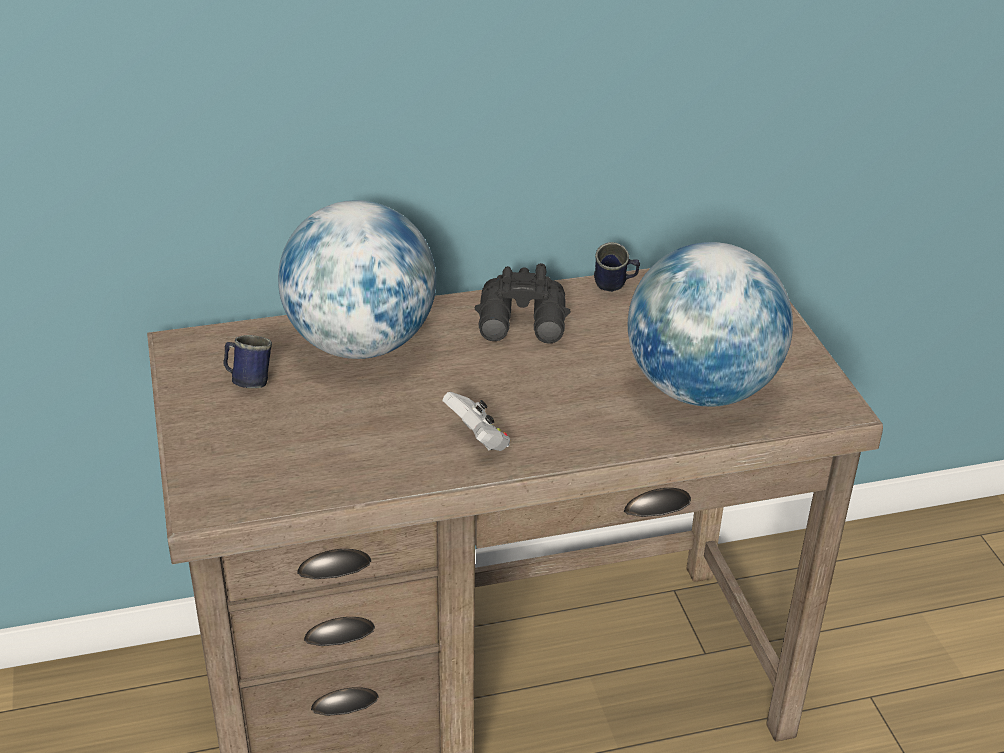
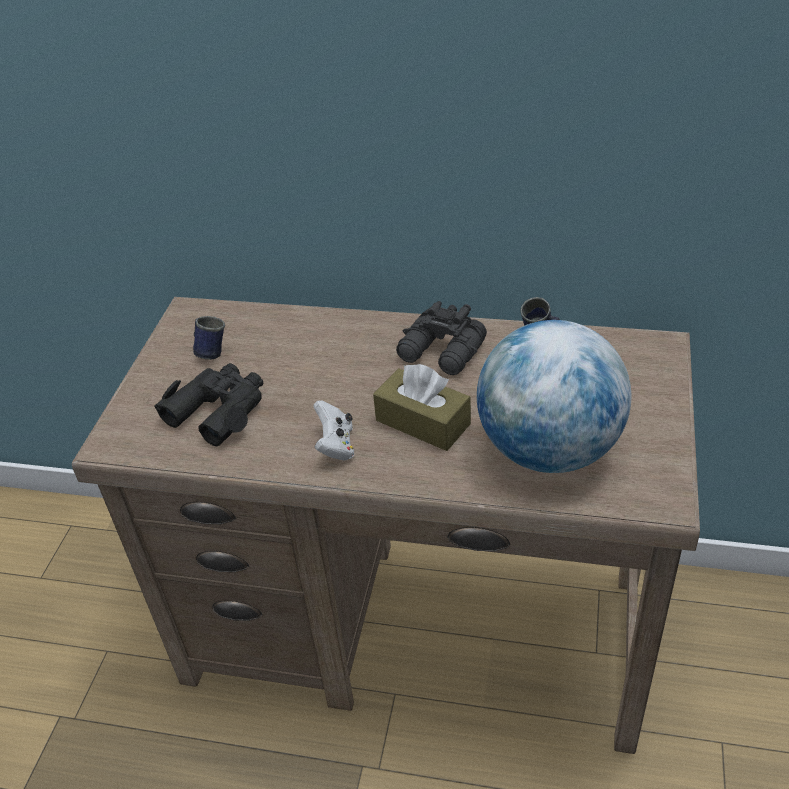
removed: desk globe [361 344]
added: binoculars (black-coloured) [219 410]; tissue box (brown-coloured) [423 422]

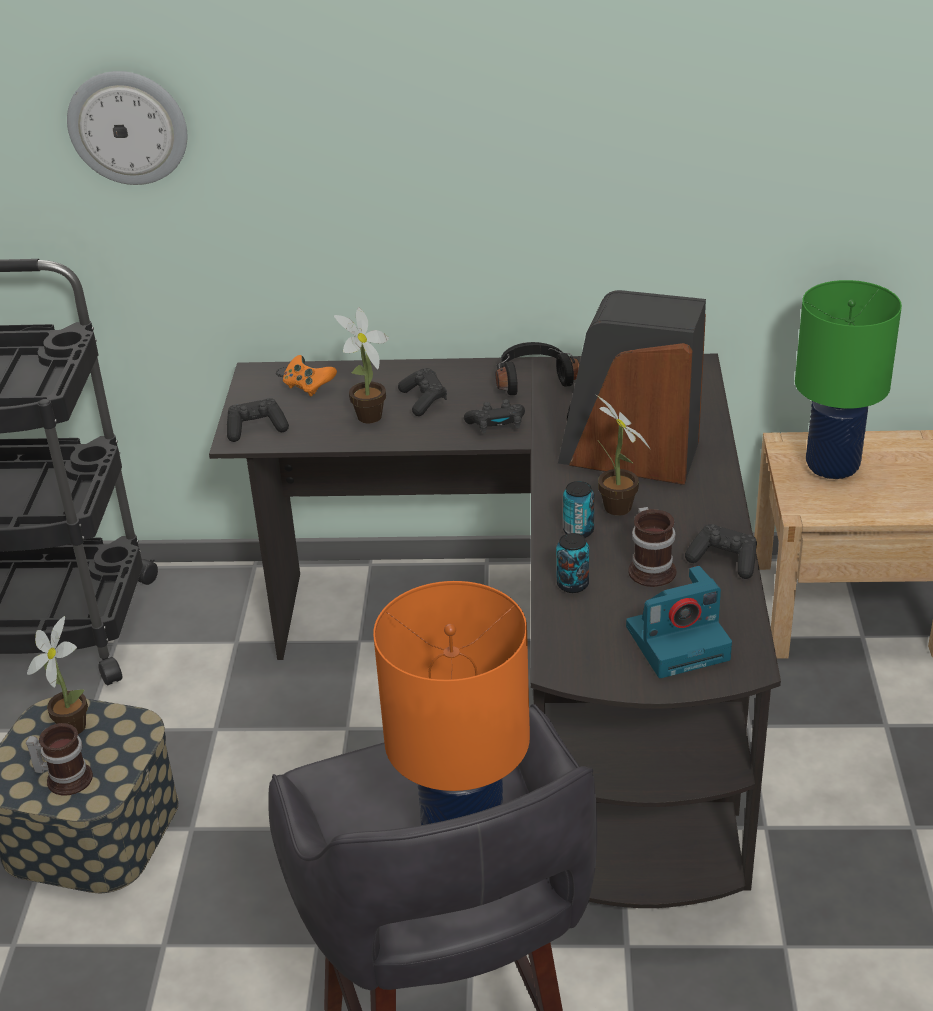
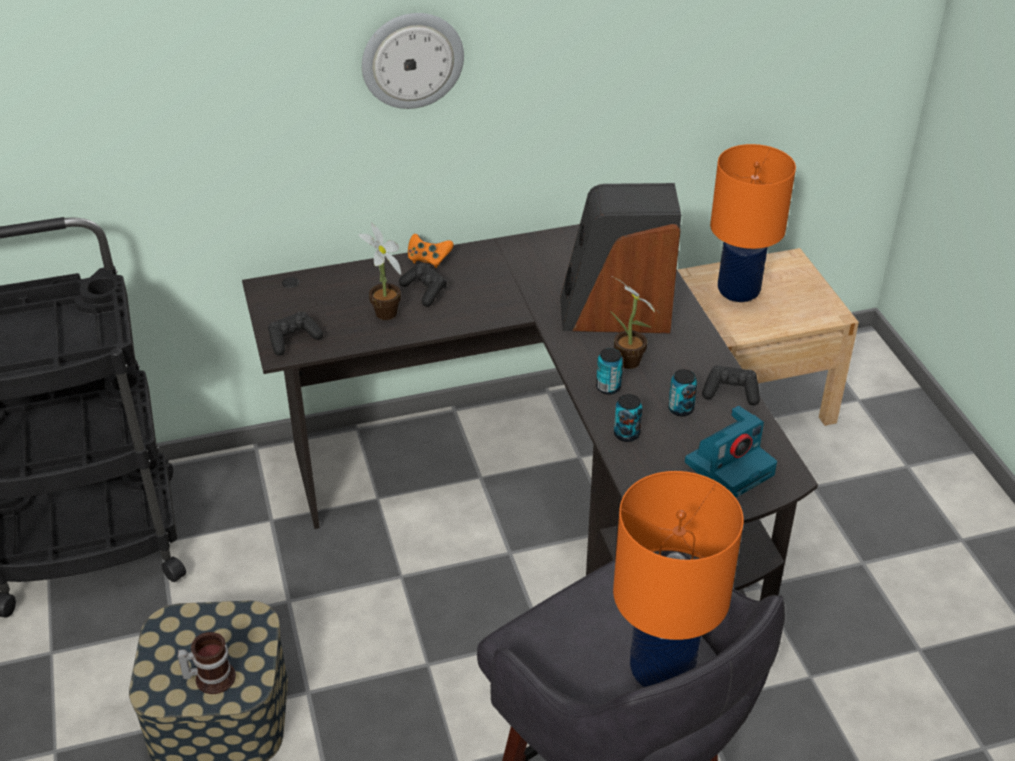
removed: plant in a pot [72 724]; gamepad (black-coloured) [497 426]; headphones (black-coloured) [533 378]
moved: wall clock [128 127] to [412 60]; gamepad (orange-coloured) [308 386] to [428 259]
replaced: coffee mug [652 568] to can [680 409]
recoloured: lamp for a table (greenish) [831 469] to lamp for a table (orange-coloured) [737 293]

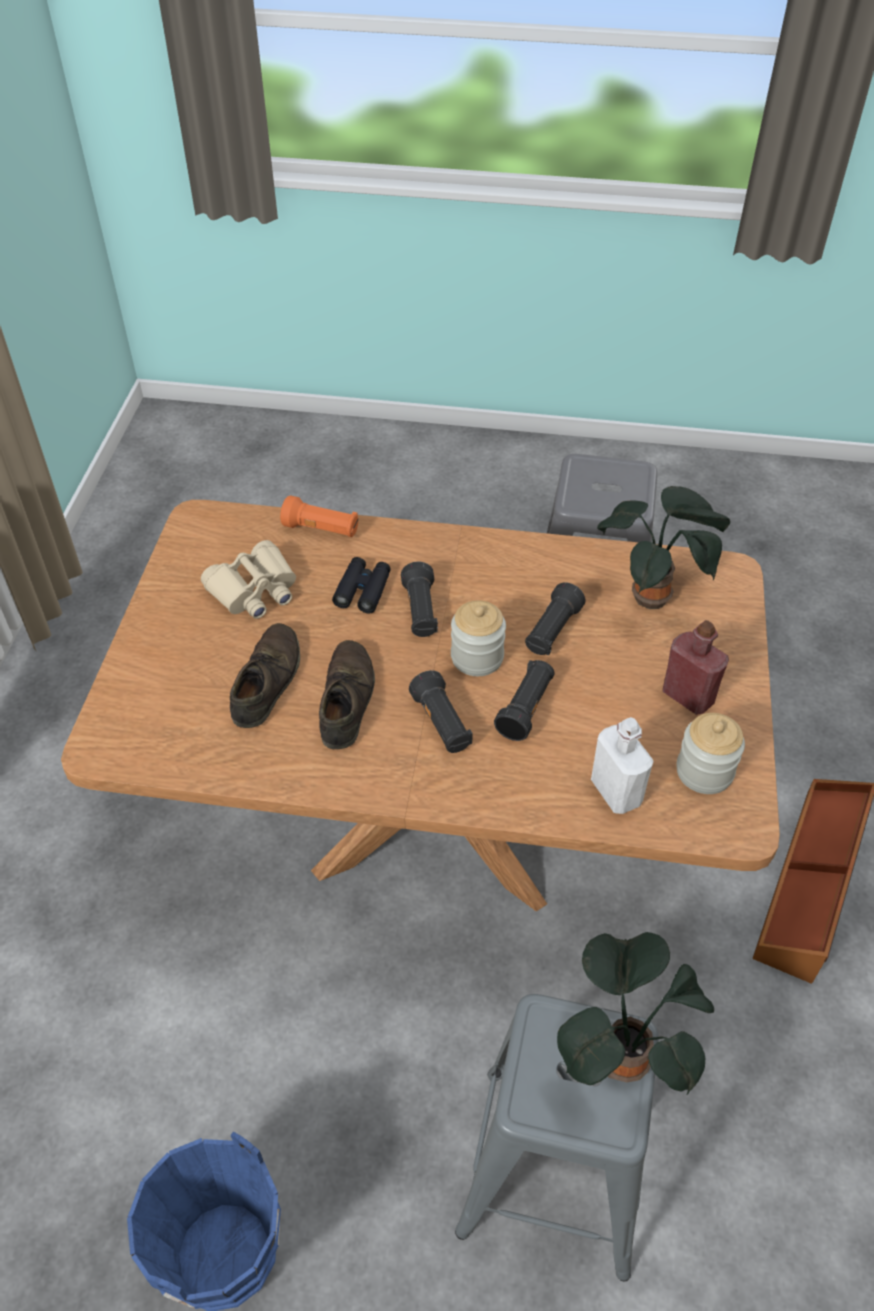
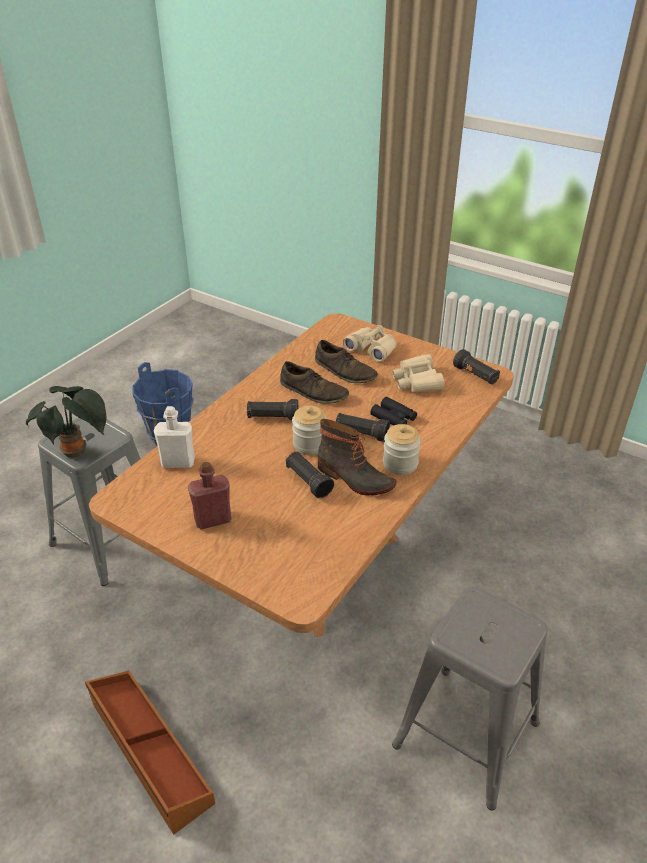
removed: torch (orange-coloured) [322 530]; plant in a pot [654 597]
added: high-top boot [354 479]; binoculars (sand-coloured) [372 349]
moved: torch (black-coloured) [526 709] to [475 376]; storage jar [704 771] to [400 464]

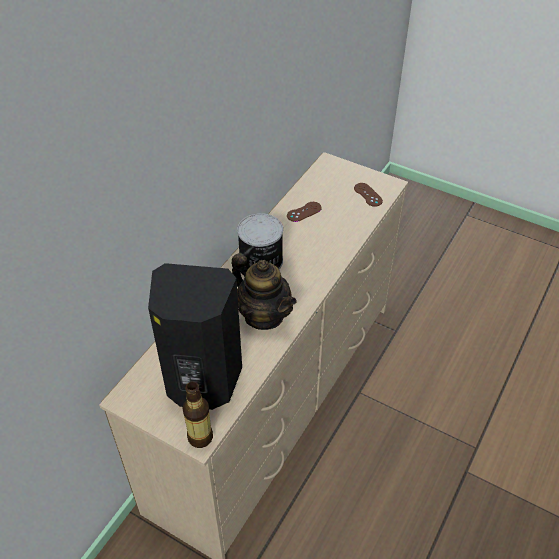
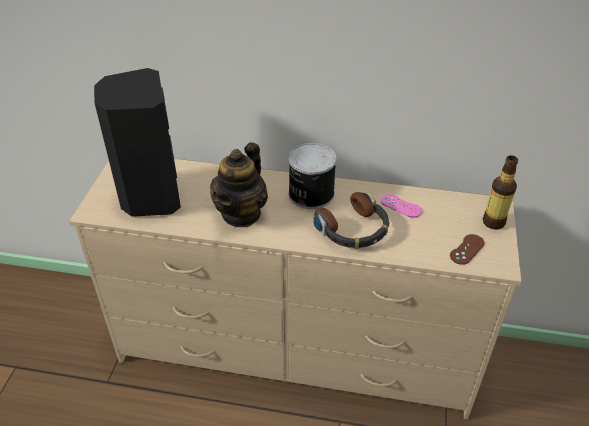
added: headphones [353 229]
moved: bottle [200 437] to [493 222]
recoloured: gamepad (brown-coloured) [304 212] to gamepad (pink-coloured) [401 206]

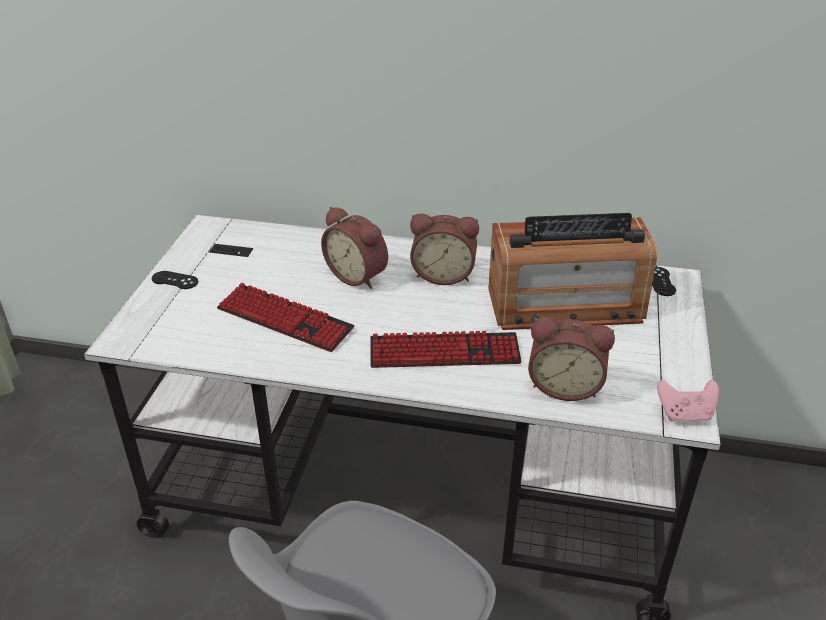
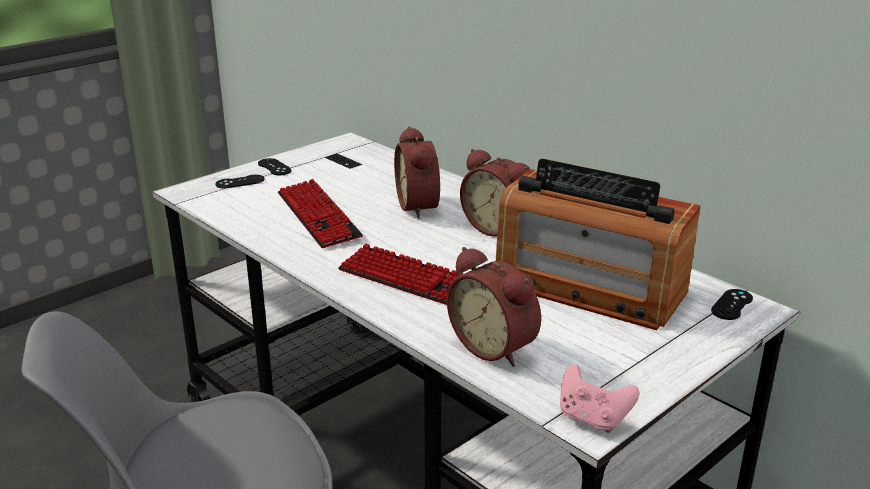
added: gamepad (black-coloured) [240 182]

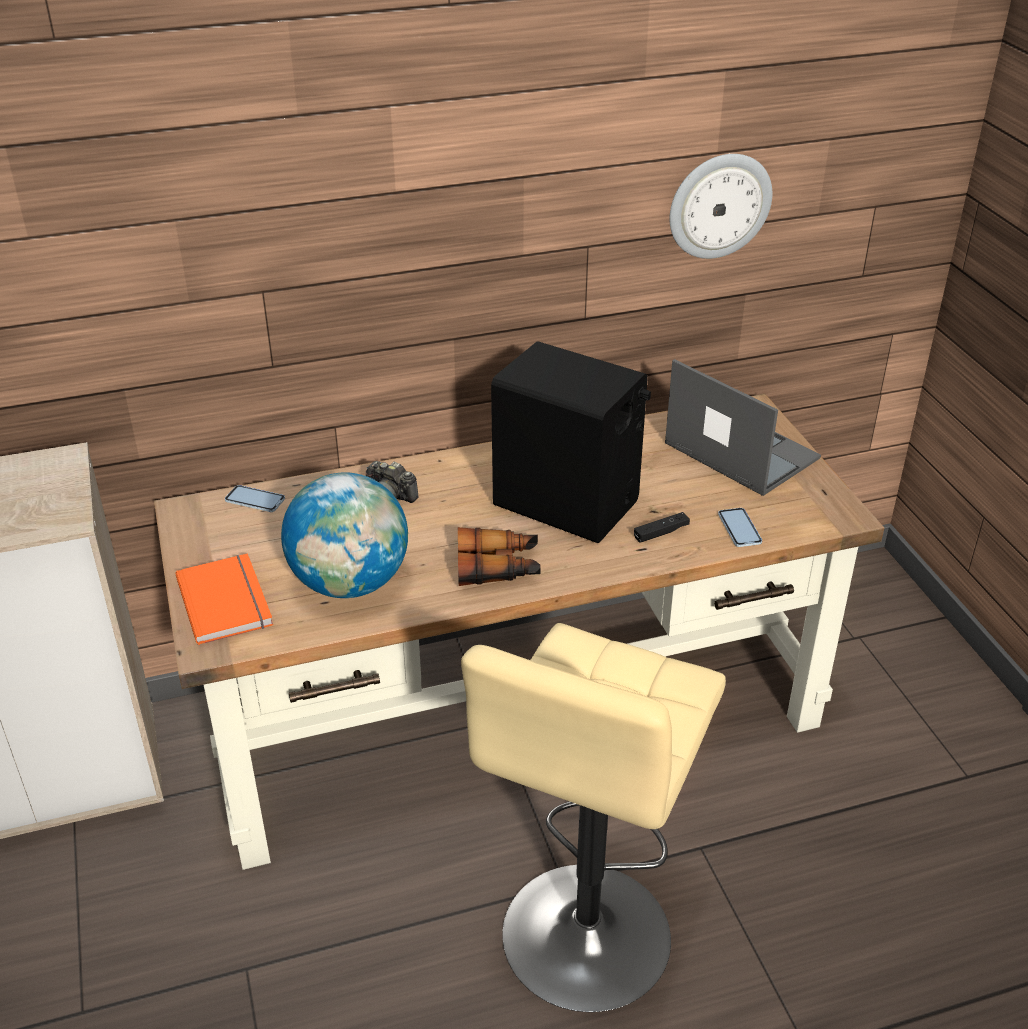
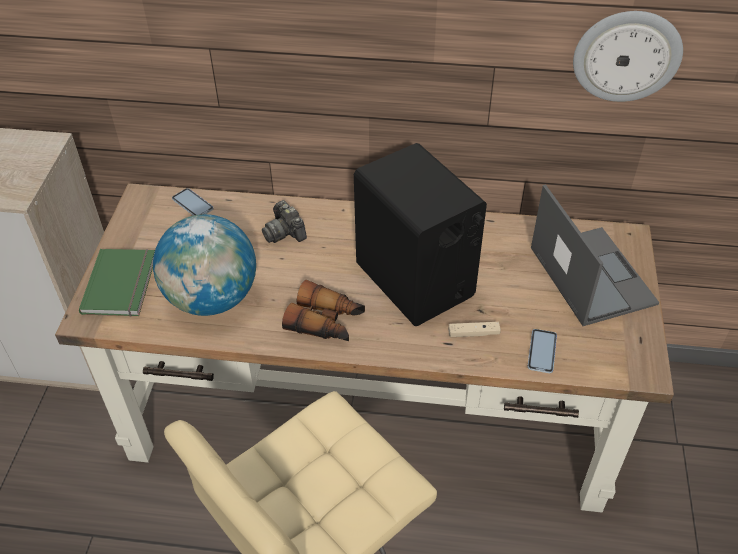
recoloured: bound book (orange-coloured) [227 600] to bound book (greenish) [122 284]; gamepad (black-coloured) [661 533] to gamepad (sand-coloured) [473 333]

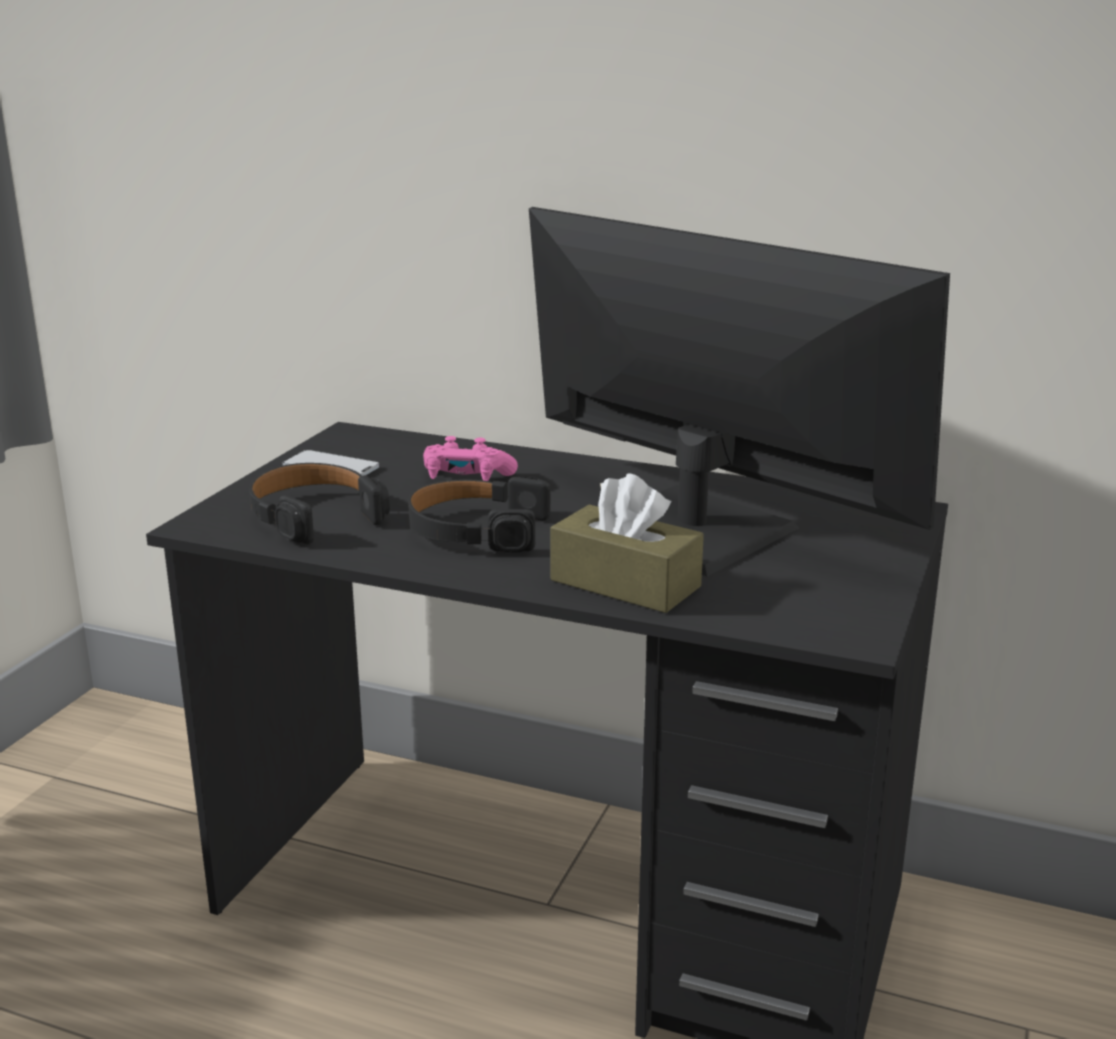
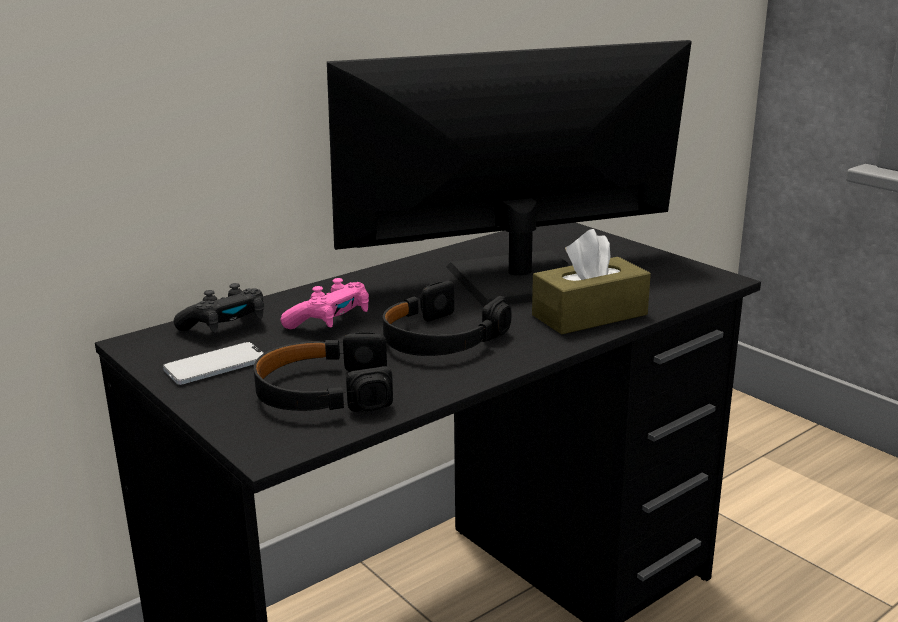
added: gamepad (black-coloured) [226 326]

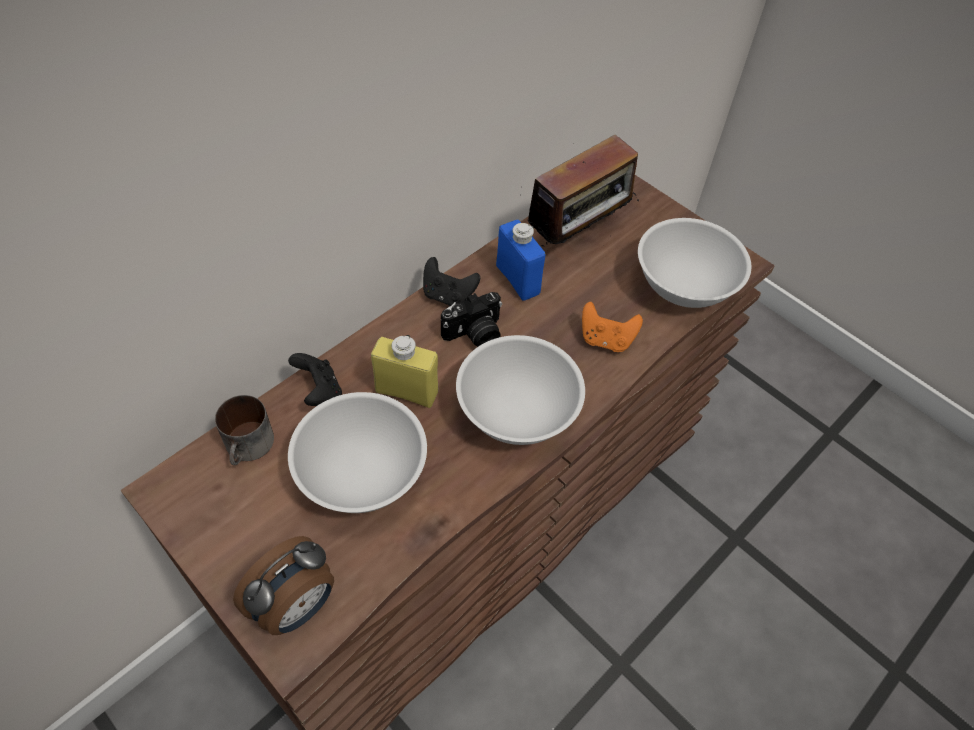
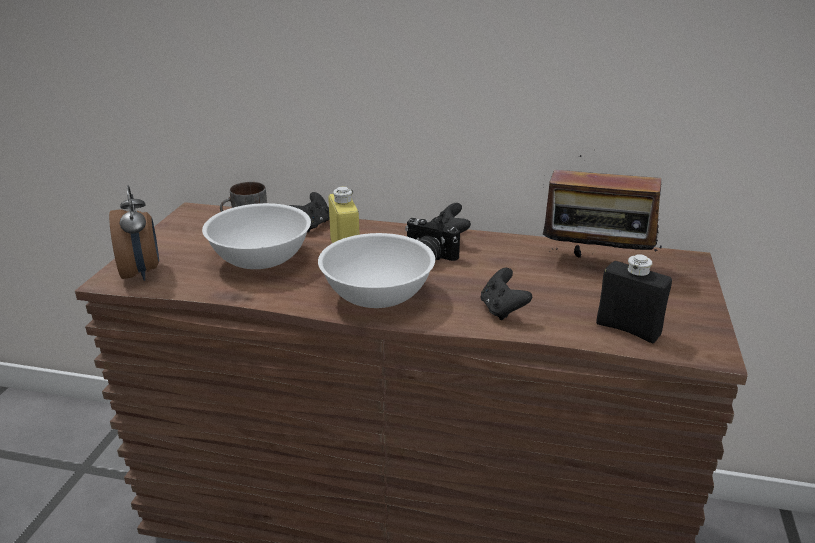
removed: bottle (blue) [517 280]
replaced: serving bowl (white) [684 284] to bottle (black-coloured) [628 329]
recoloured: gamepad (orange-coloured) [606 339] to gamepad (black-coloured) [502 310]
turned: alarm clock [296 606] = [142 272] 120 degrees counterclockwise

